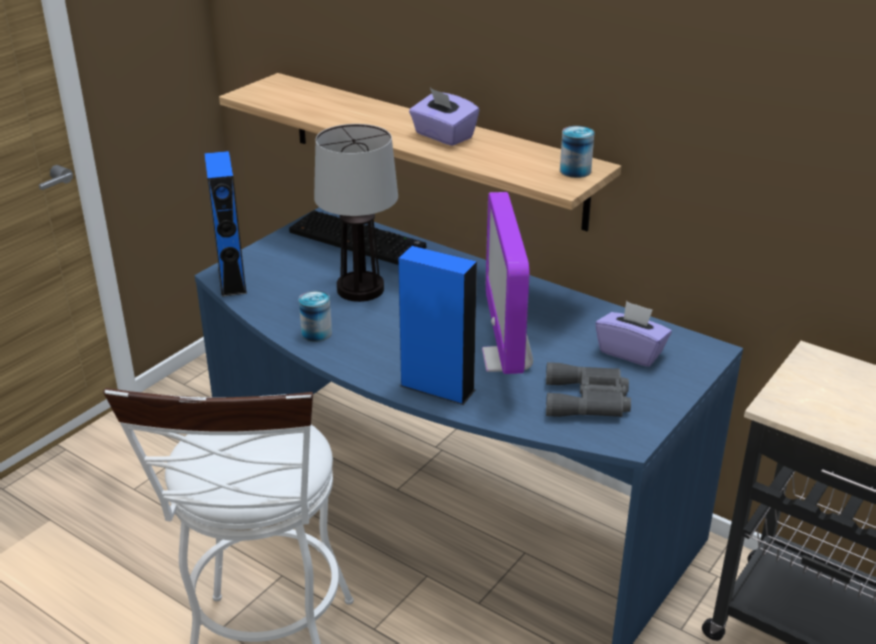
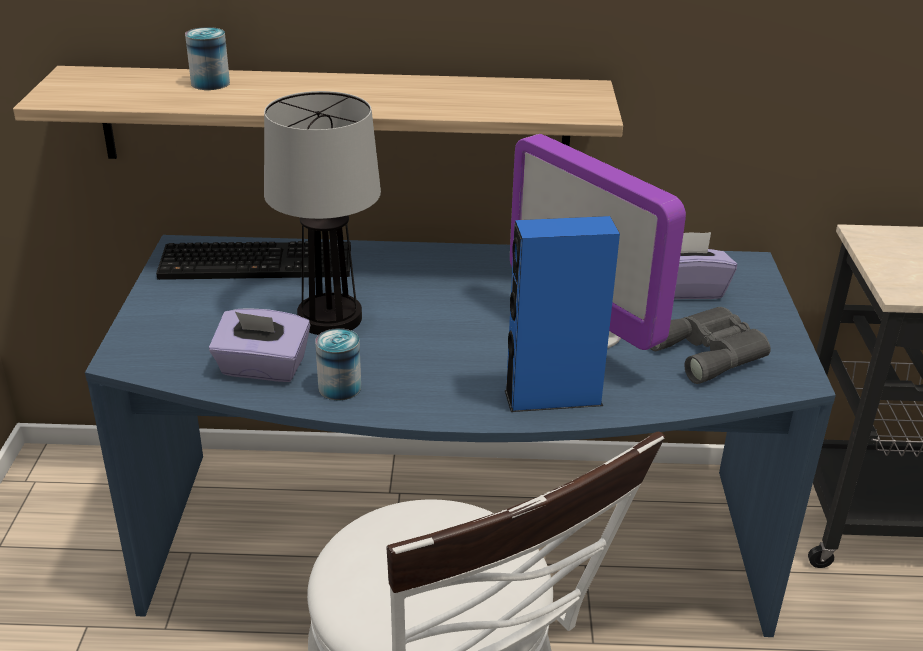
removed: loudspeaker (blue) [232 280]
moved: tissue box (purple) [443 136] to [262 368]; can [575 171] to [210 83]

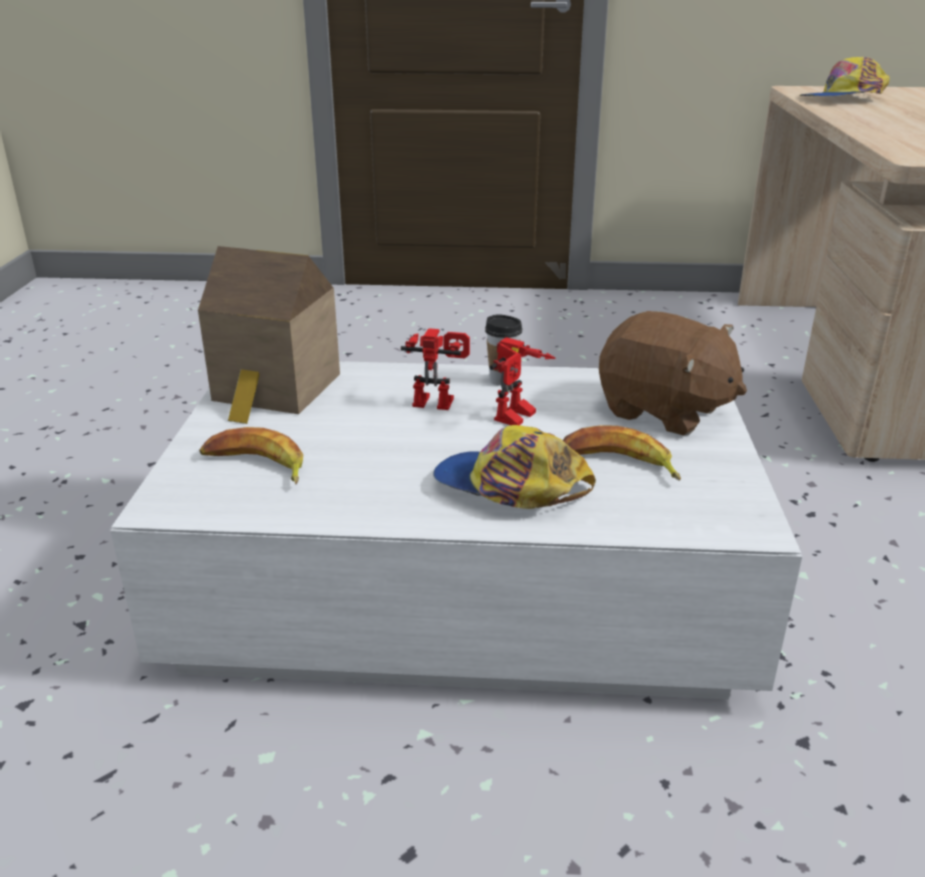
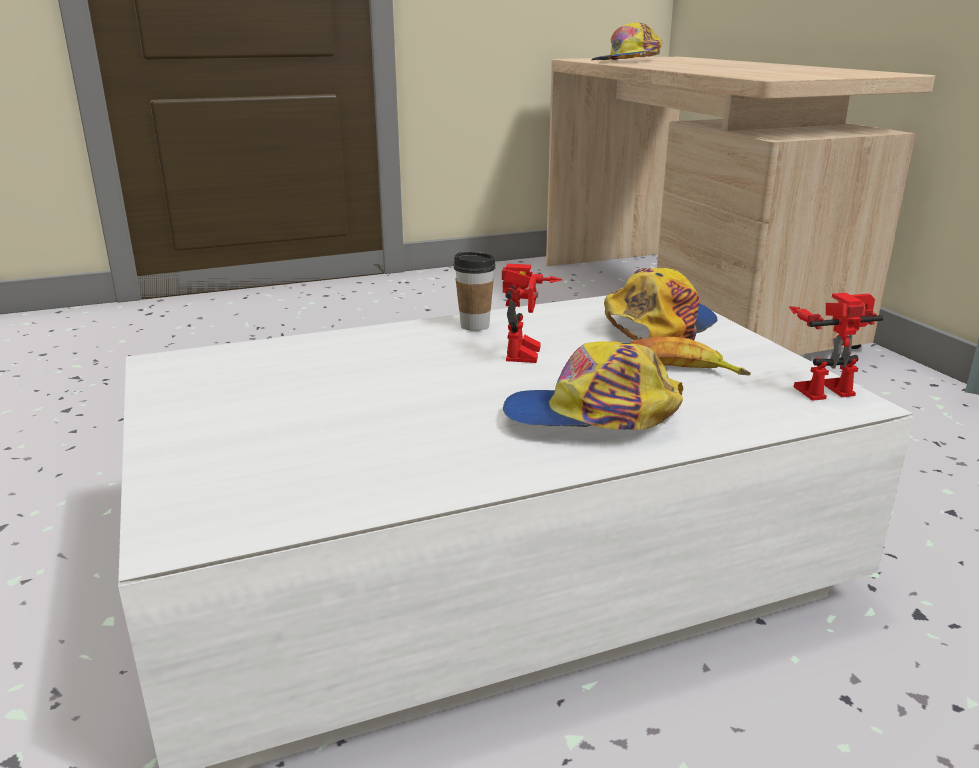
removed: miniature house [275 390]; banana fruit [256 466]
moved: robot figure [437 400] to [823 388]
replaced: plush toy (brown-coloured) [664 411] to cap [658 325]

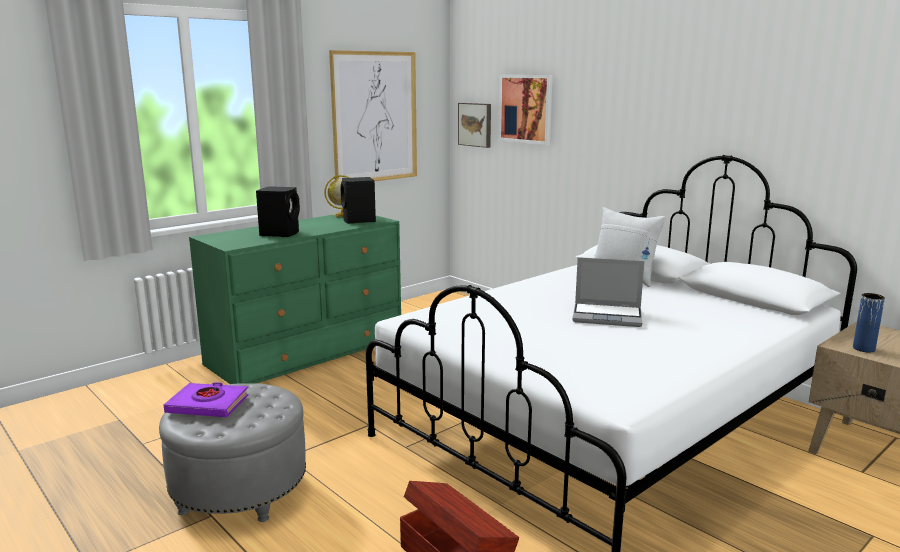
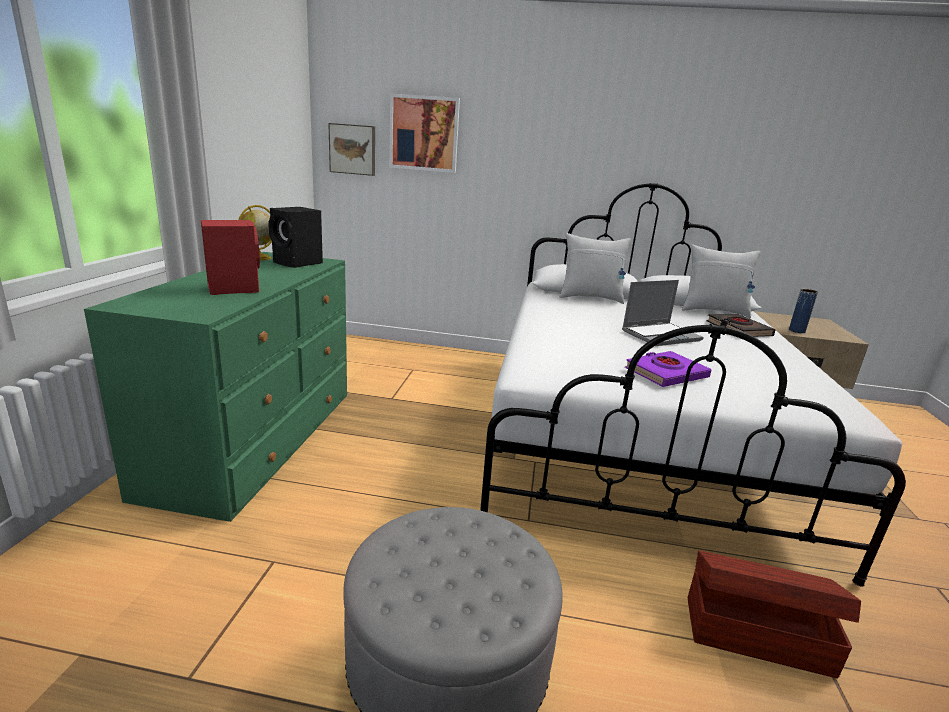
removed: wall picture [375 117]
added: cushion (greyish) [713 312]; bound book (black-coloured) [738 329]
moved: bound book (purple) [208 405] to [666 374]
recoloured: loudspeaker (black-coloured) [280 233] to loudspeaker (reddish) [233 288]

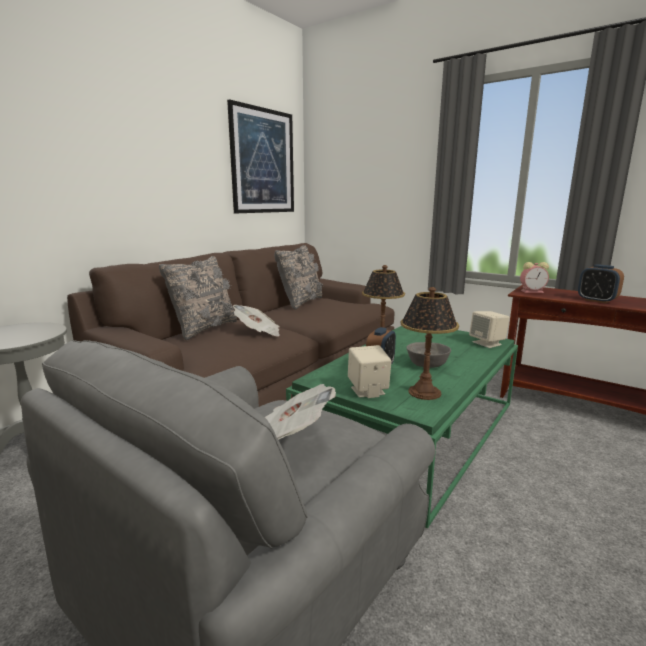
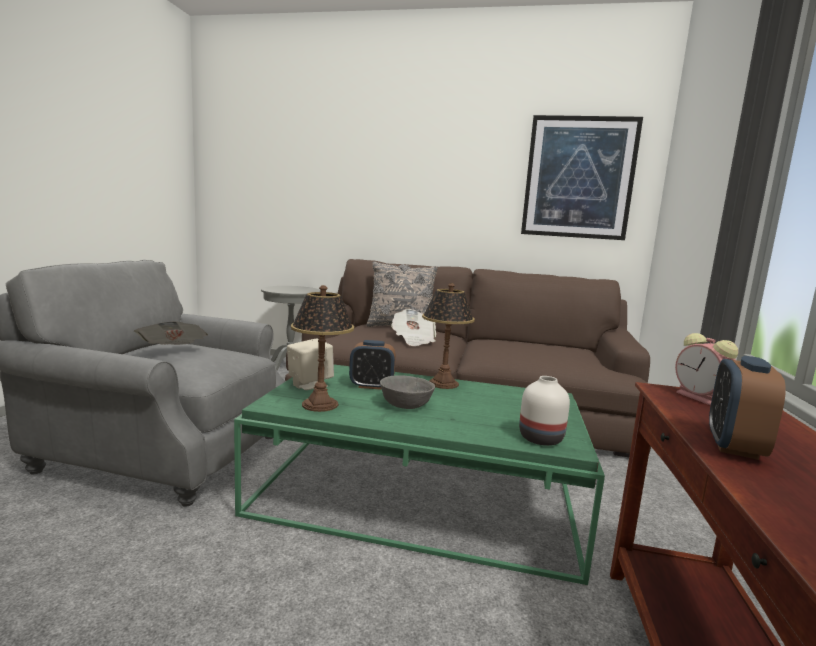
removed: cushion (greyish) [301 303]
replaced: loudspeaker (sand-coloured) [487 343] to decorative vase (white) [541 439]

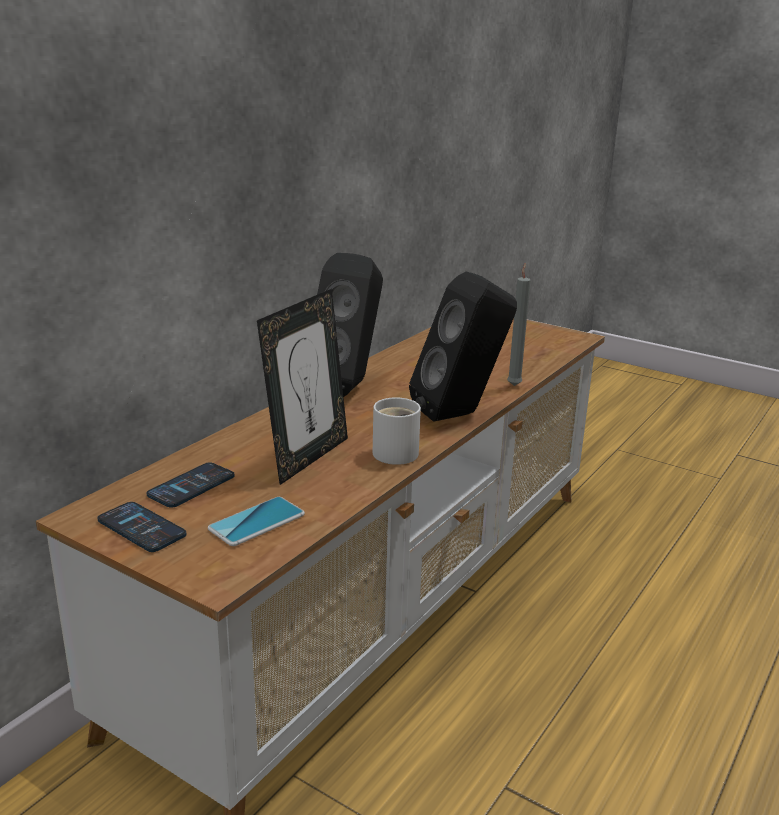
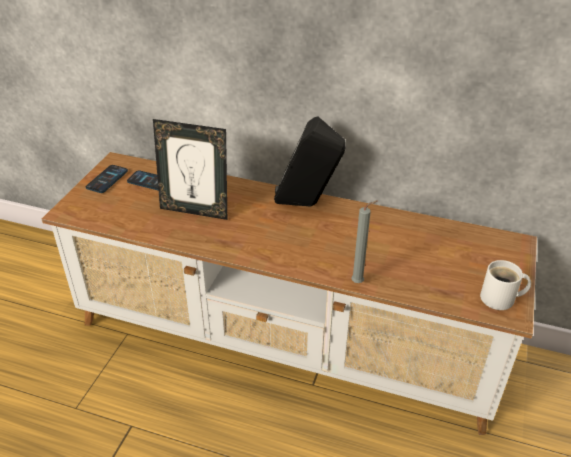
removed: handset [257 522]; loudspeaker (black-coloured) [461 414]
moved: coffee mug (white) [398 452] to [501 299]

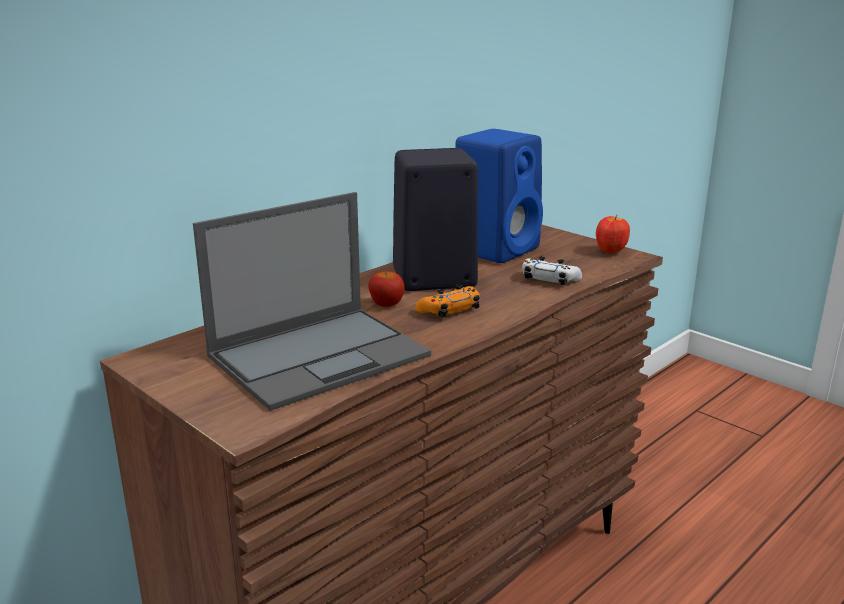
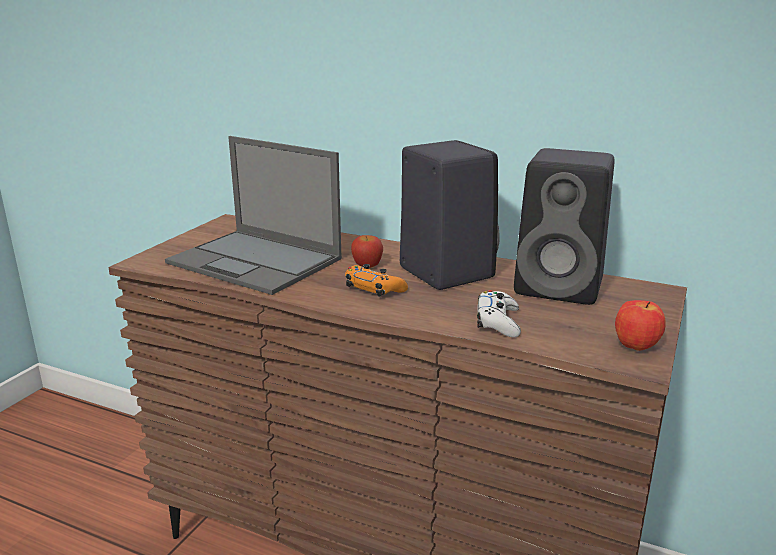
recoloured: loudspeaker (blue) [497 248] to loudspeaker (black-coloured) [562 287]

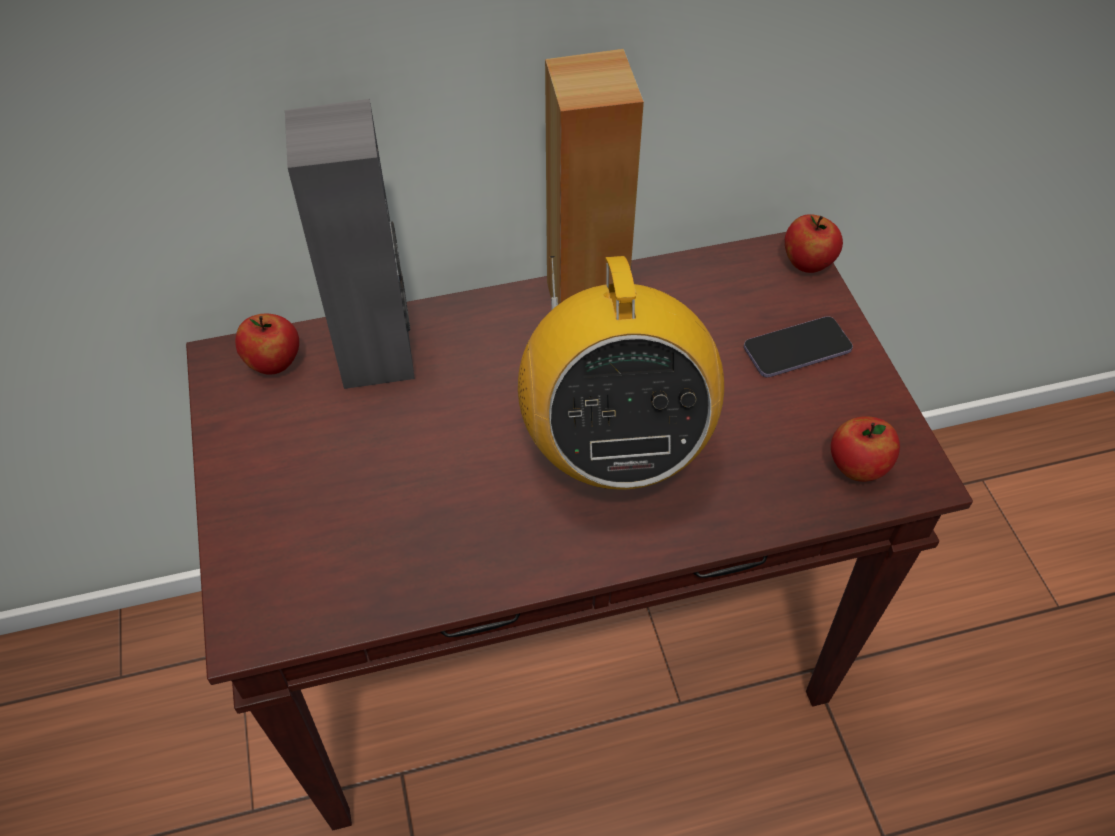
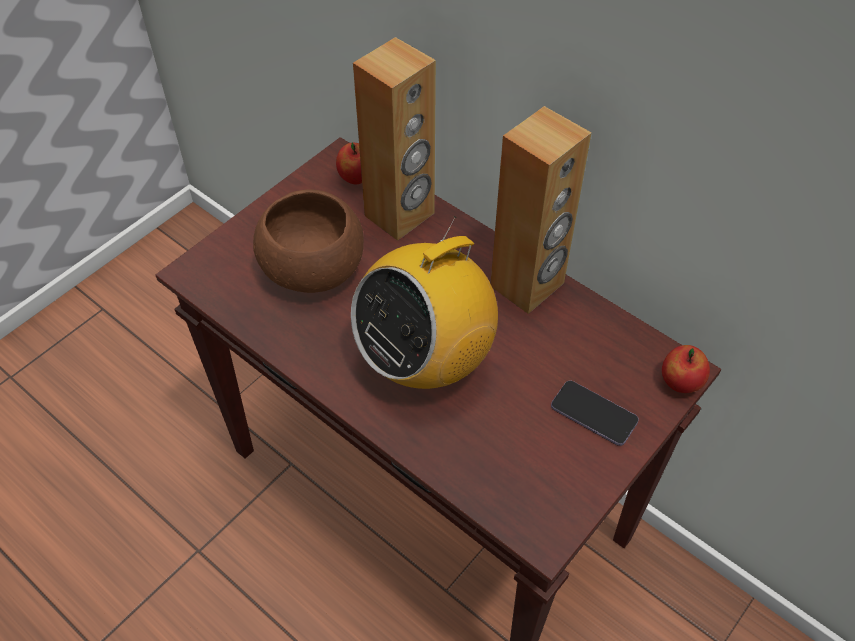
removed: whole apple [856 467]
added: serving bowl (brown-coloured) [313 269]
recoloured: loudspeaker (greyish) [378 354] to loudspeaker (brown-coloured) [400 215]

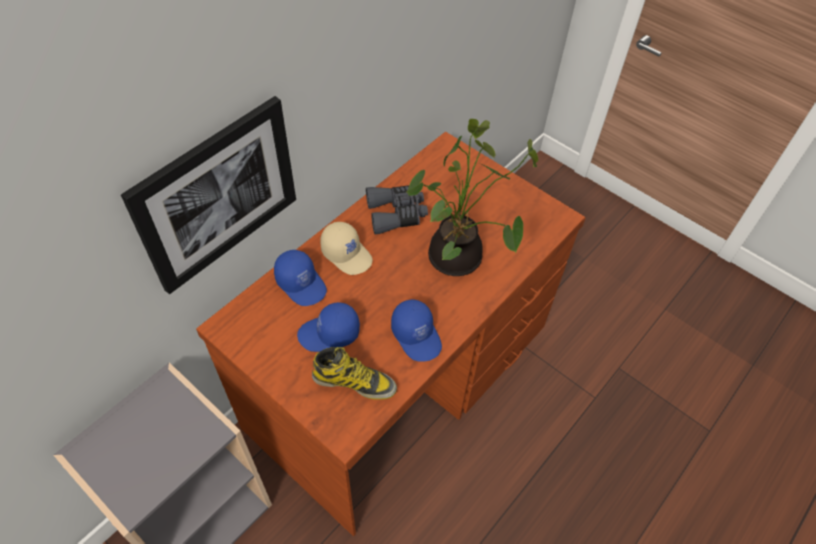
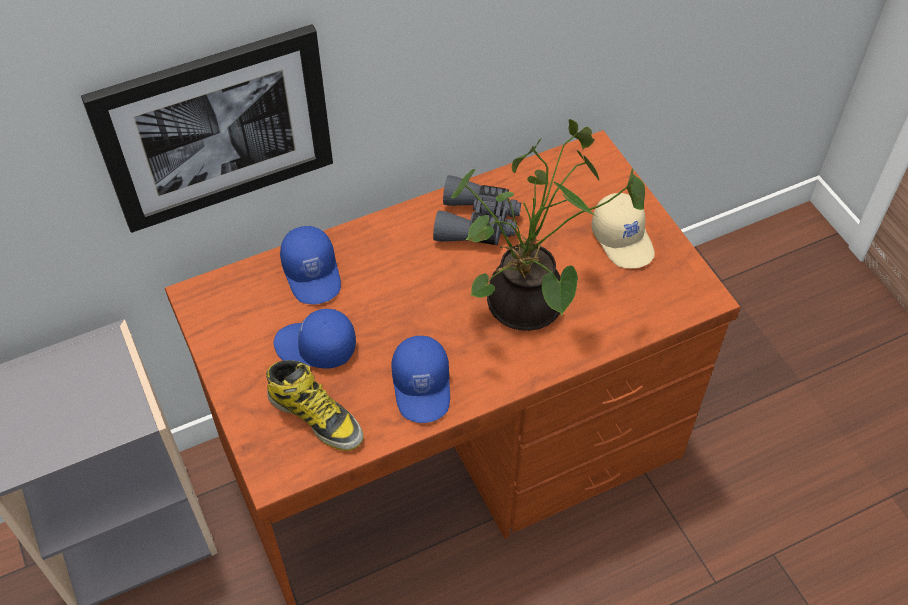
moved: cap (sand-coloured) [347 254] to [623 239]

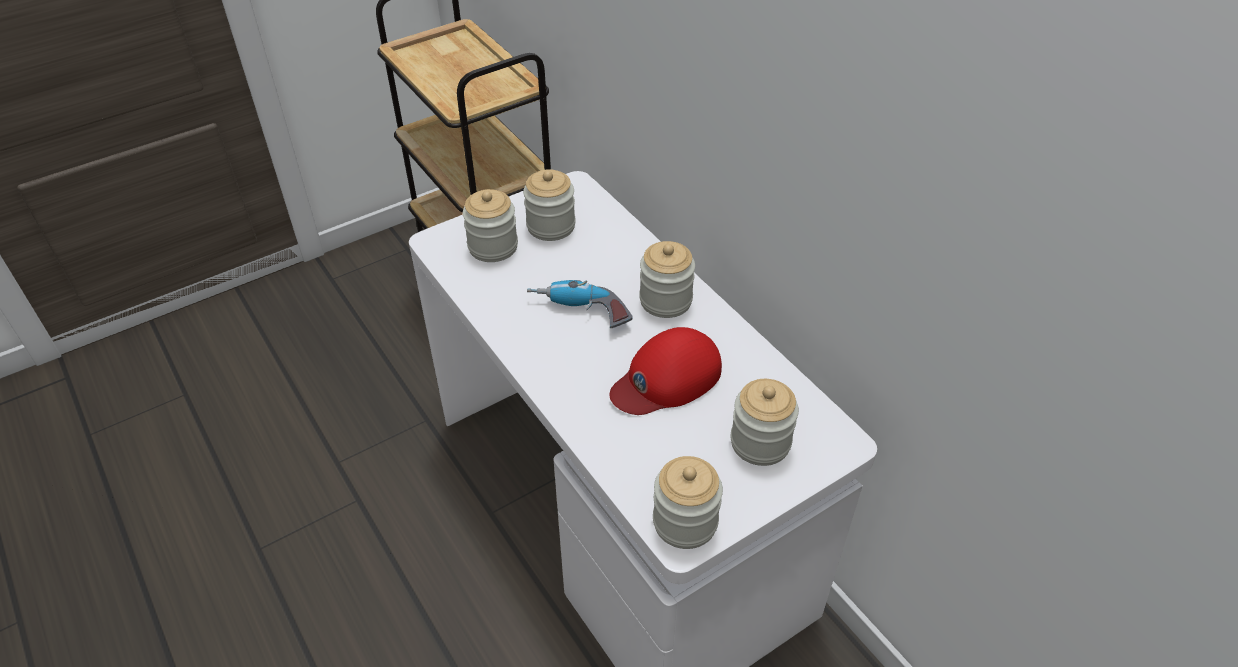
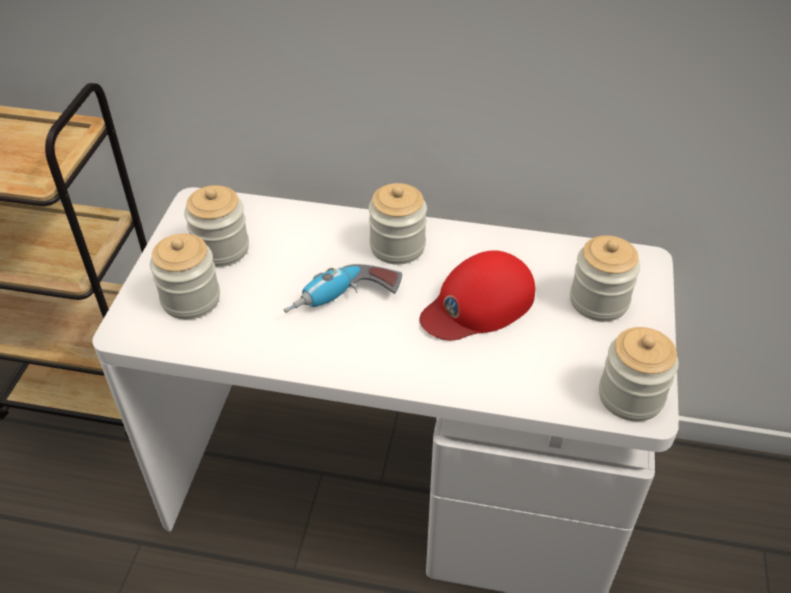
turned: cap (reddish) [666 378] = [478 304] 45 degrees clockwise

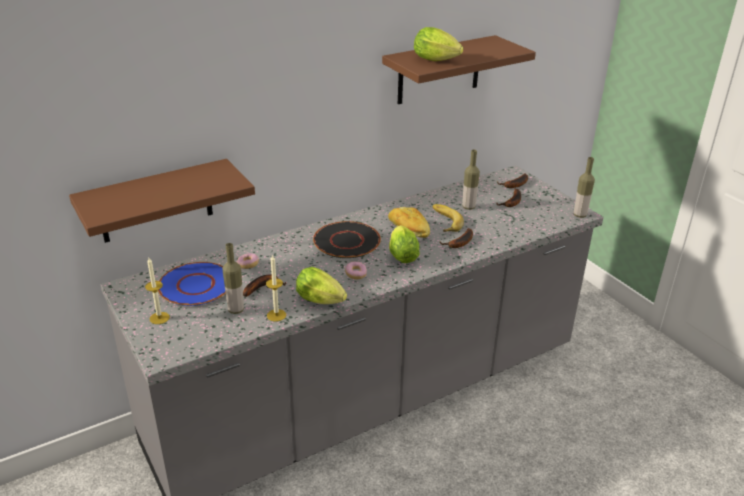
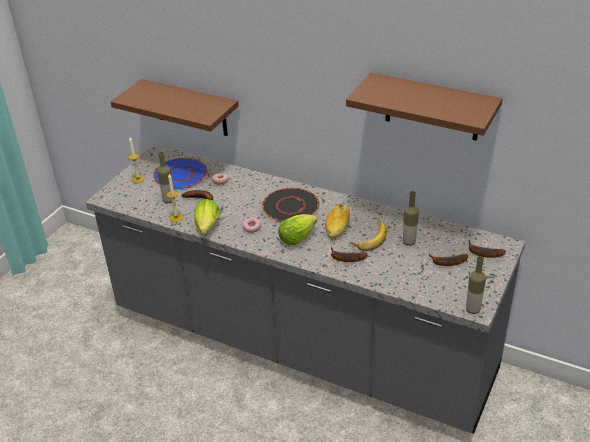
removed: lettuce [438 61]

